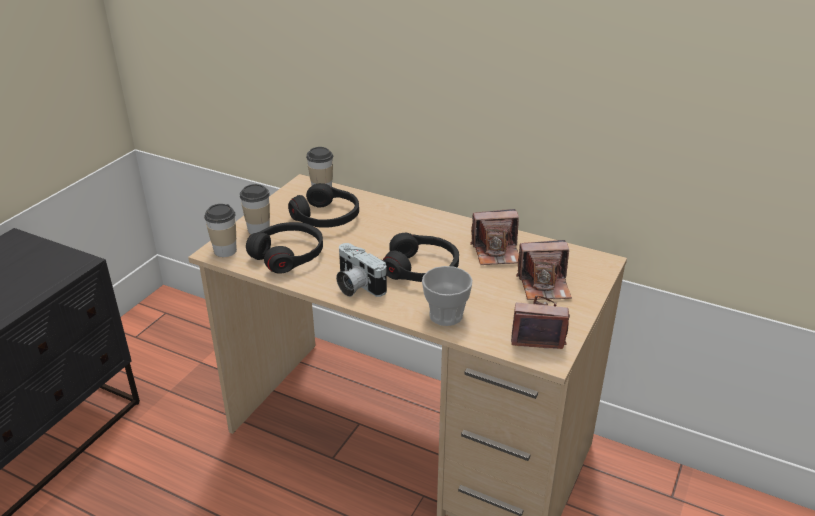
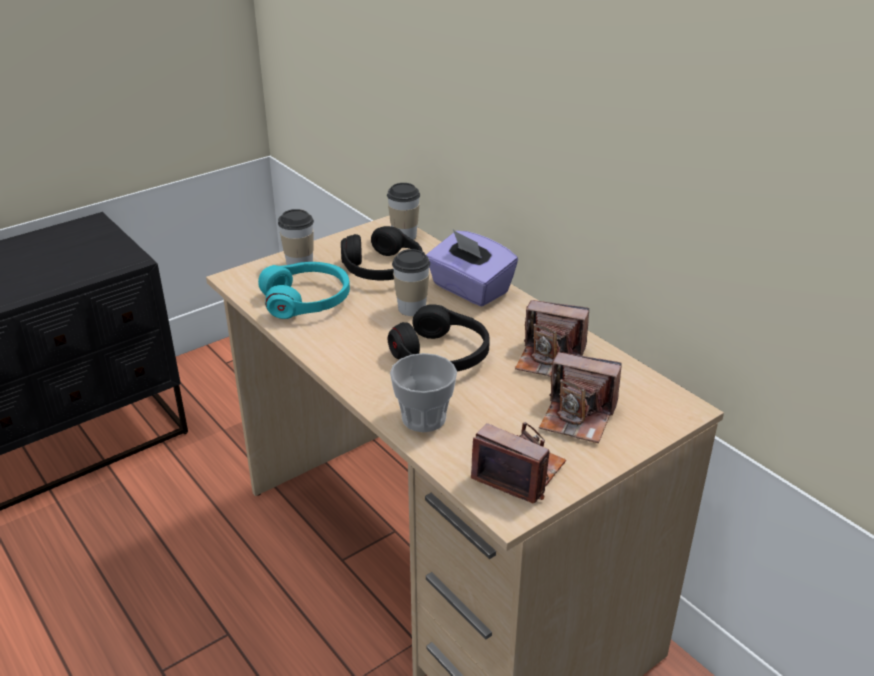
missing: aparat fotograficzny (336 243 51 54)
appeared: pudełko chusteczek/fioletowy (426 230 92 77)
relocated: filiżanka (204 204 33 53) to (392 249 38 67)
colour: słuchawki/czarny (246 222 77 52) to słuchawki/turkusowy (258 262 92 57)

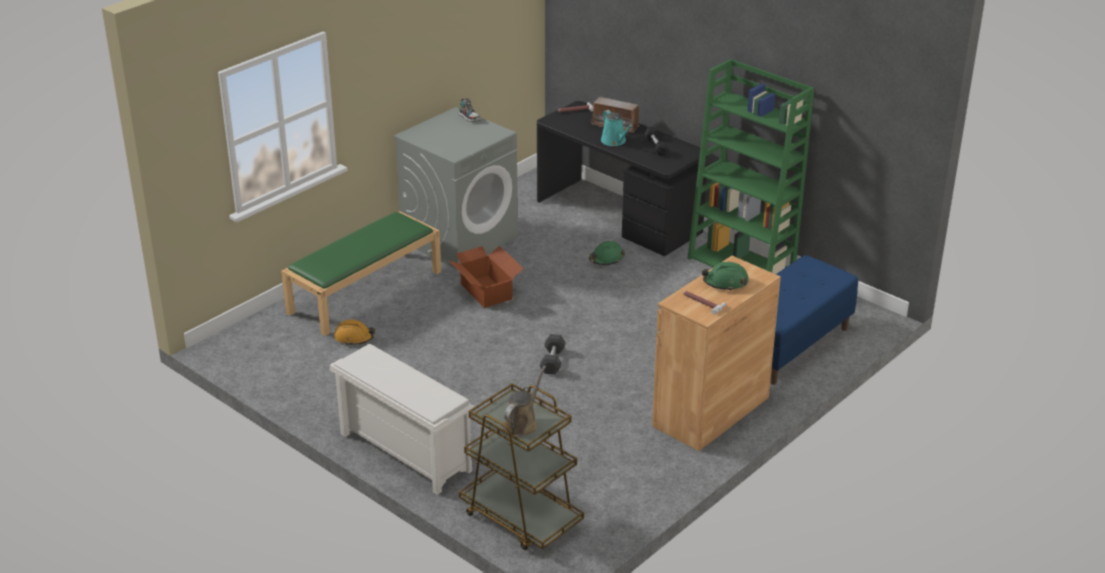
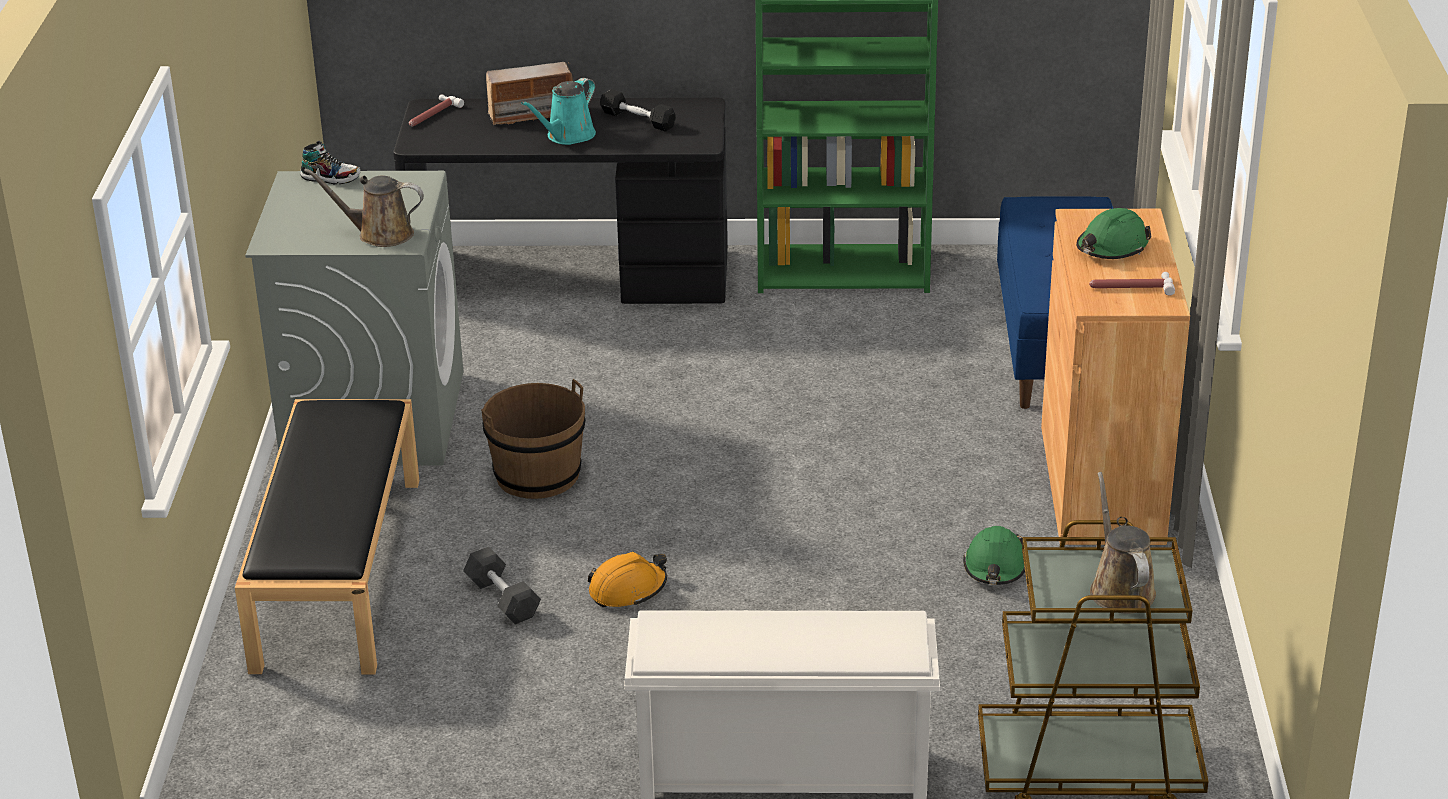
appeared: konewka/brązowy (304 168 120 79)
relocated: kask/pomarańczowy (334 319 41 27) to (588 552 79 55); hantel/szary (540 334 26 40) to (463 546 78 78); kask/zielony (589 241 36 24) to (963 526 62 59)
exchanged: karton (448 246 76 62) to wiadro/brązowy (481 379 104 120)
colour: ławka/zielony (281 211 160 125) to ławka/czarny (235 399 184 275)
spun: konewka/turkusowy (601 110 32 36) = (521 78 75 67) 105 degrees clockwise

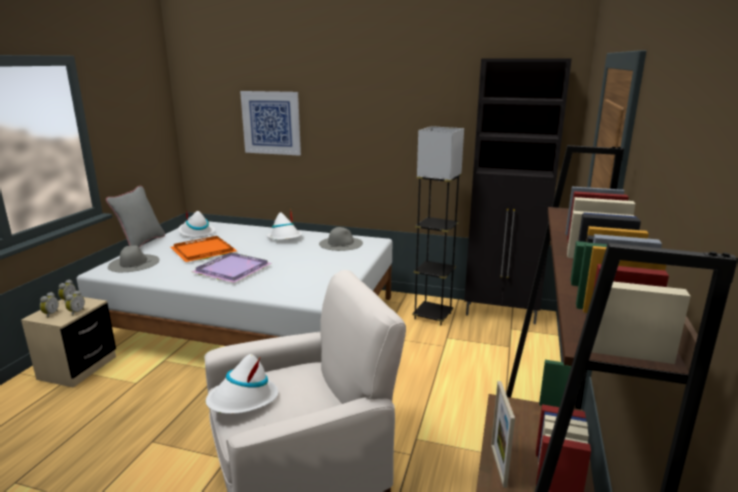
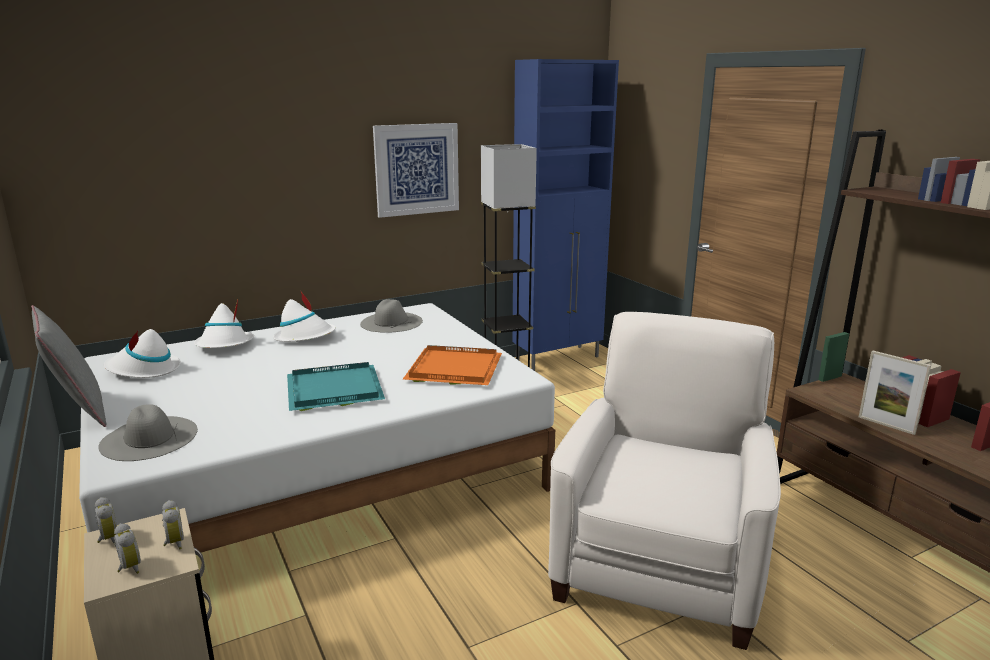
relocated: taca/pomarańczowy (171 236 66 26) to (403 345 99 40); kapelusz/biały (206 354 72 60) to (194 300 60 48); obraz (240 91 61 65) to (373 123 86 95)
colour: taca/fioletowy (191 252 81 31) to taca/turkusowy (287 362 98 49); szafka/czarny (464 59 108 265) to szafka/niebieski (512 59 107 312)

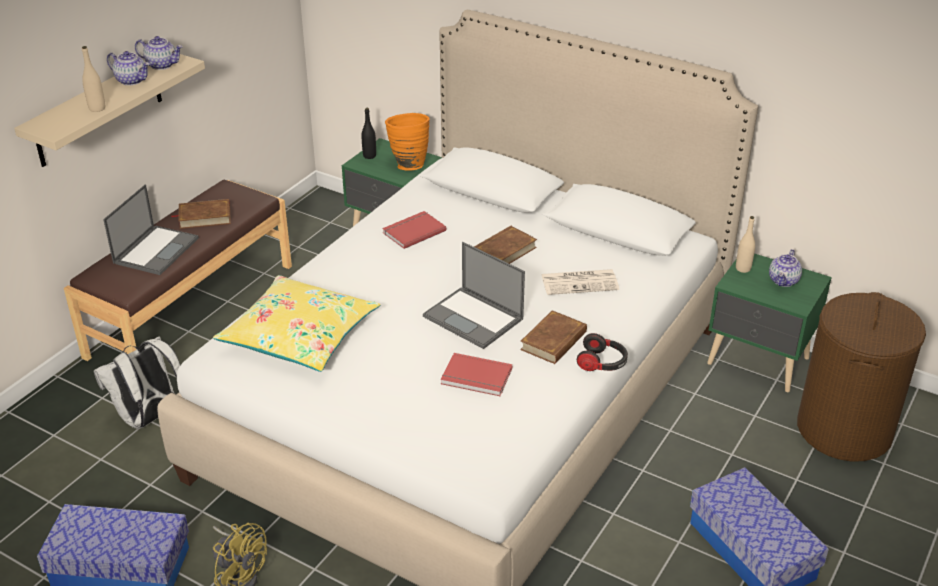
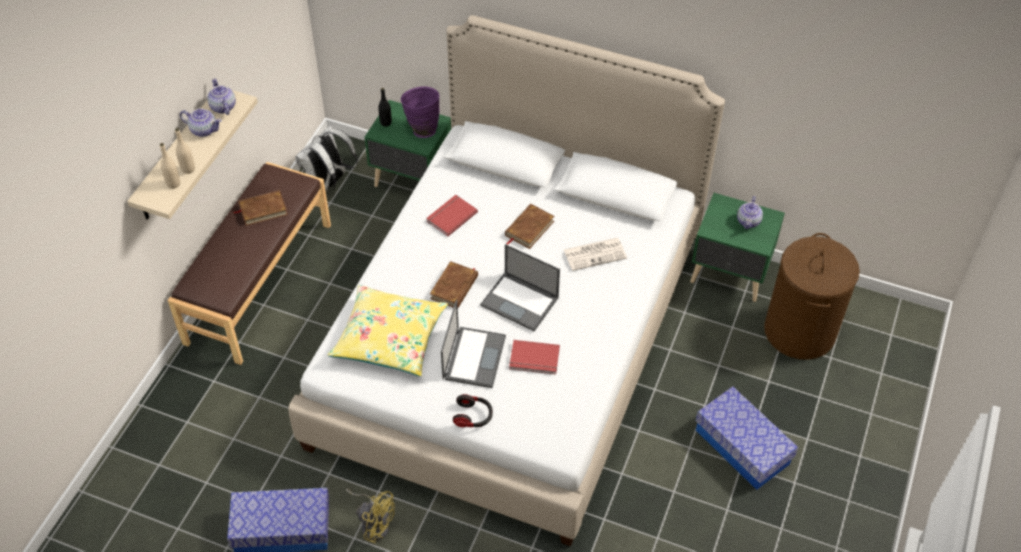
relocated: plecak/biały (94 336 86 93) to (295 125 63 66); laptop (103 185 96 90) to (441 300 65 88); książka/brązowy (520 310 67 54) to (430 261 48 47); słuchawki (577 333 51 38) to (453 394 40 33); butelka/beżowy (736 216 19 57) to (160 143 20 46)
colour: wazon/pomarańczowy (385 113 45 58) to wazon/fioletowy (401 86 38 52)
spun: imbryk (135 36 48 34) = (208 78 28 37) 120 degrees counterclockwise

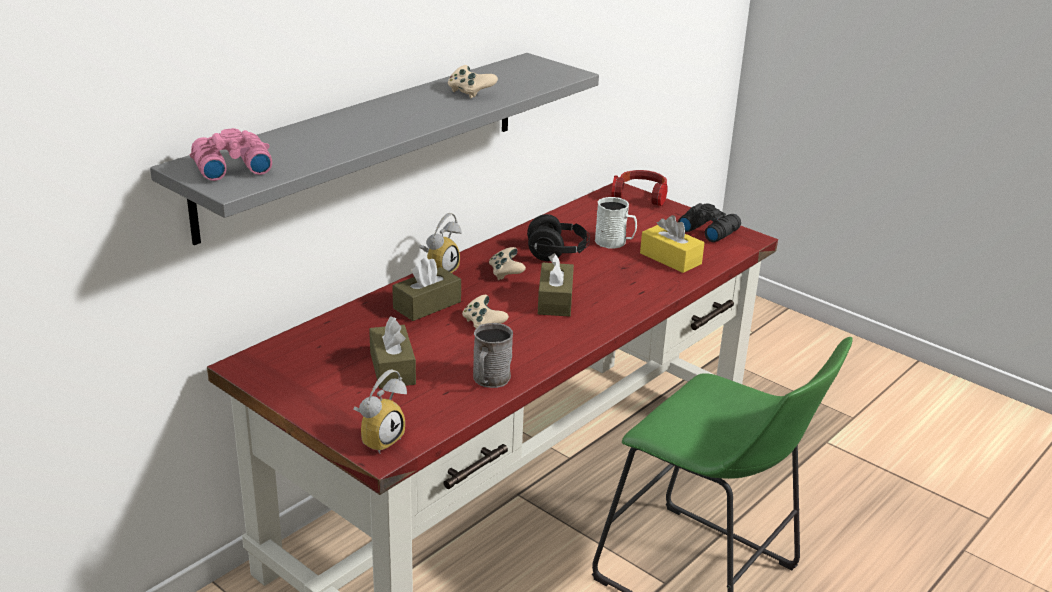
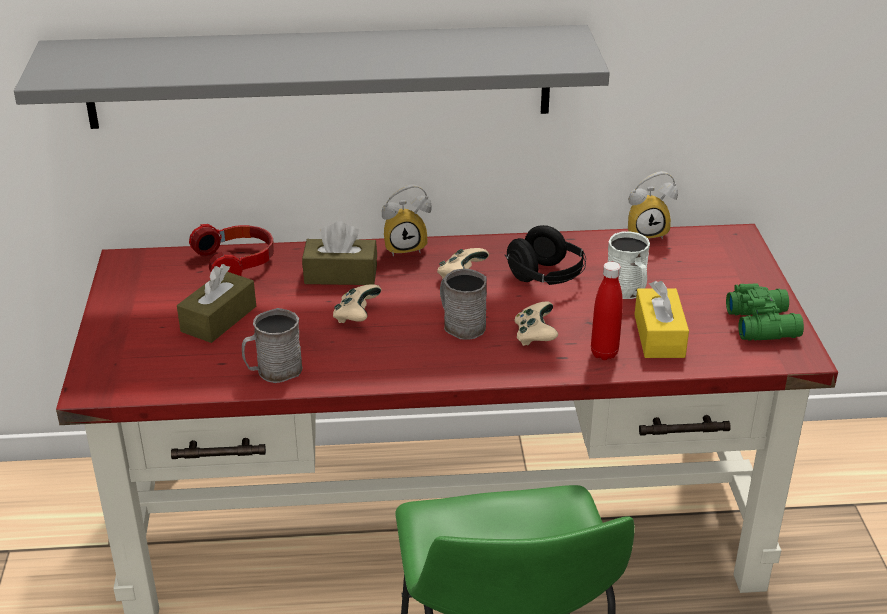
missing: lornetka/różowy (190 128 82 53)
appeared: butelka/czerwony (591 262 32 98)
relocated: budzik (354 369 53 85) to (628 171 50 69); pad do gier/beżowy (448 65 50 33) to (514 302 44 44); słuchawki (612 170 56 36) to (189 224 85 52)
exchanged: pudełko chusteczek/brązowy (538 253 36 64) to kubek/szary (440 269 47 70)
colour: lornetka/czarny (678 203 63 39) to lornetka/zielony (726 283 78 58)

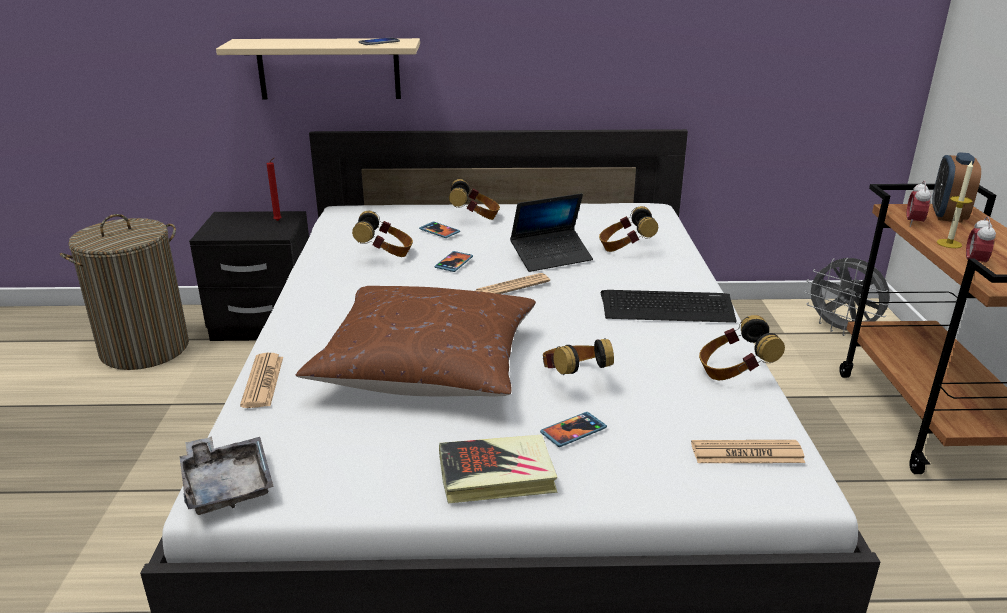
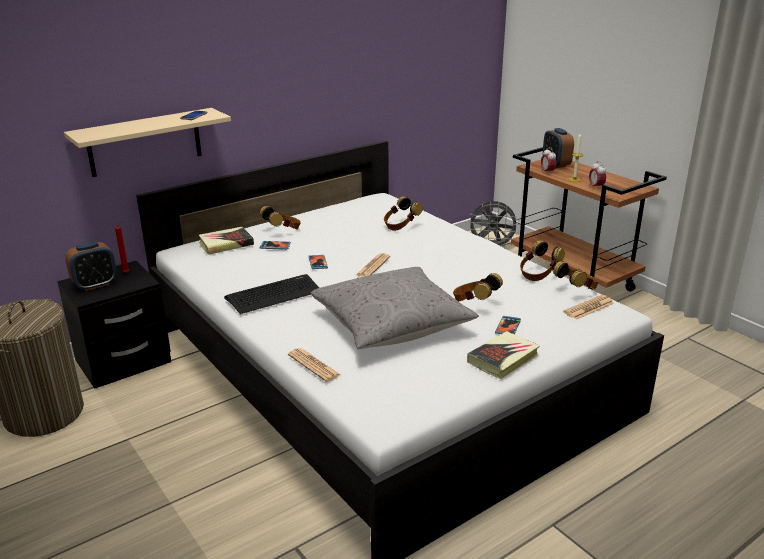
missing: taca/szary (179 436 95 79); laptop (510 193 83 79)
appeared: budzik (65 241 52 50); książka (199 227 55 28)
relocated: słuchawki (352 211 61 46) to (553 261 46 28); klawiatura (601 290 136 33) to (224 274 95 40)
colour: poduszka/brązowy (296 286 240 110) to poduszka/szary (311 267 168 82)

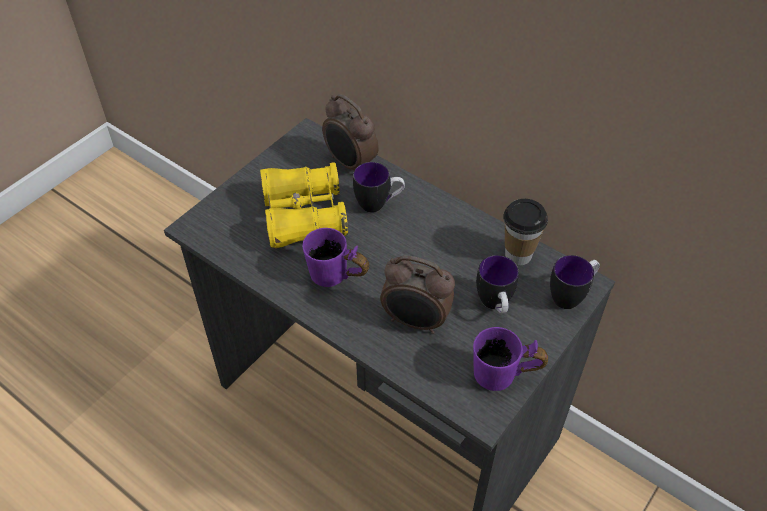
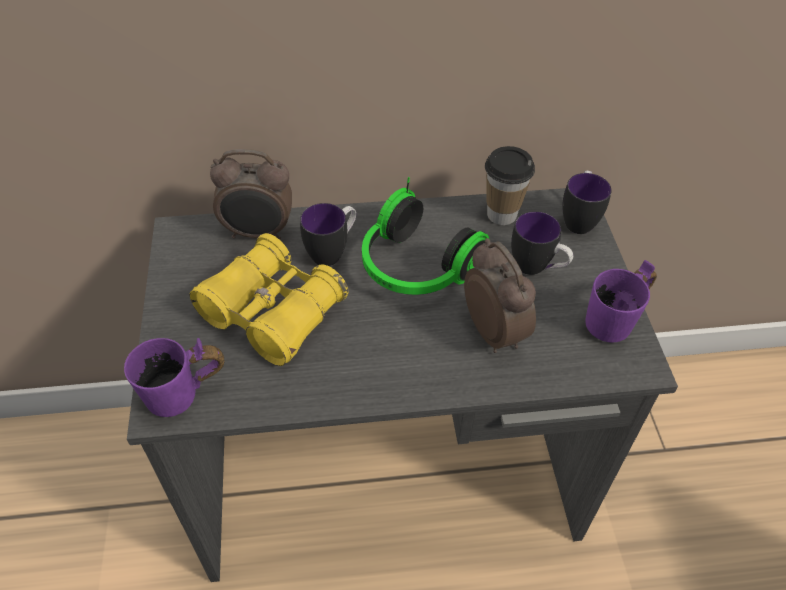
appeared: słuchawki (362 177 127 118)
relocated: kubek/fioletowy (302 228 67 59) to (124 338 101 79)
spun: budzik (380 255 75 79) = (464 238 72 115) 90 degrees counterclockwise

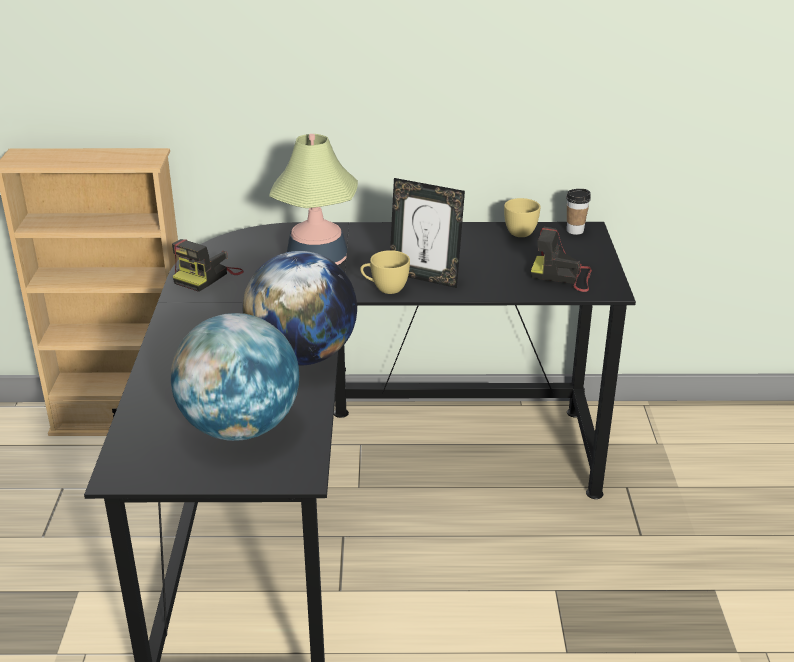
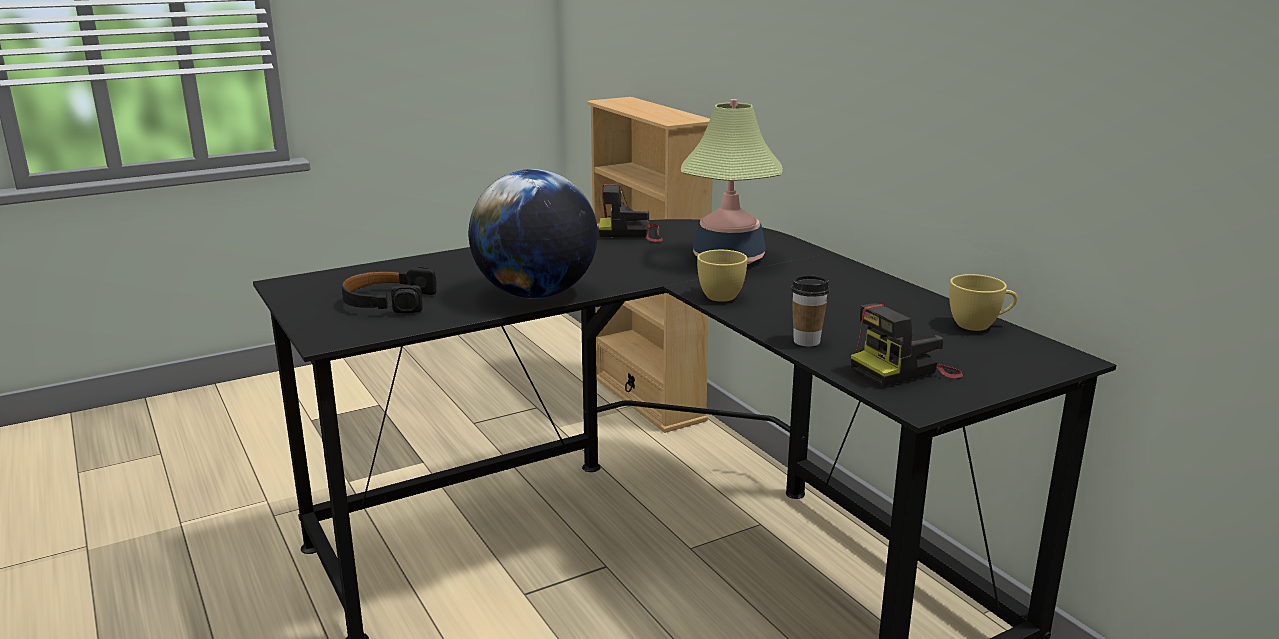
missing: ramka na zdjęcie (390 178 75 110)
relocated: filiżanka (566 189 25 46) to (791 275 38 72)
exchanged: globus (170 313 129 128) to słuchawki/czarny (342 267 95 46)
spun: aparat fotograficzny (531 227 61 65) = (851 303 112 83) 105 degrees counterclockwise

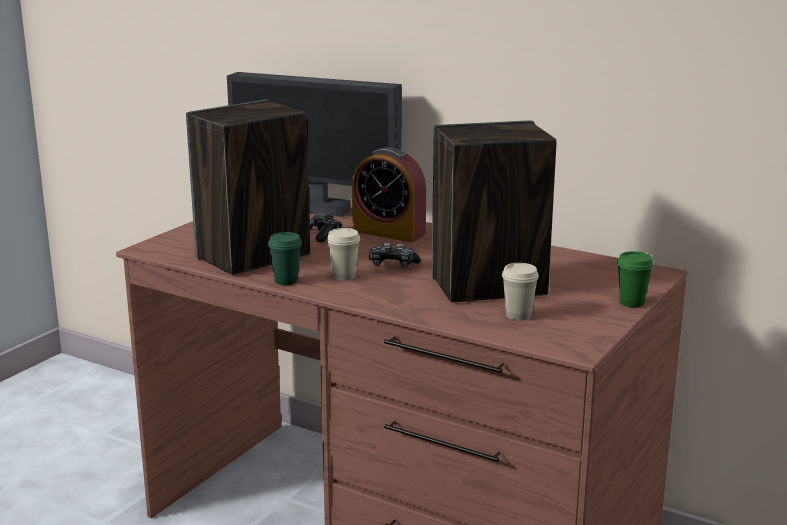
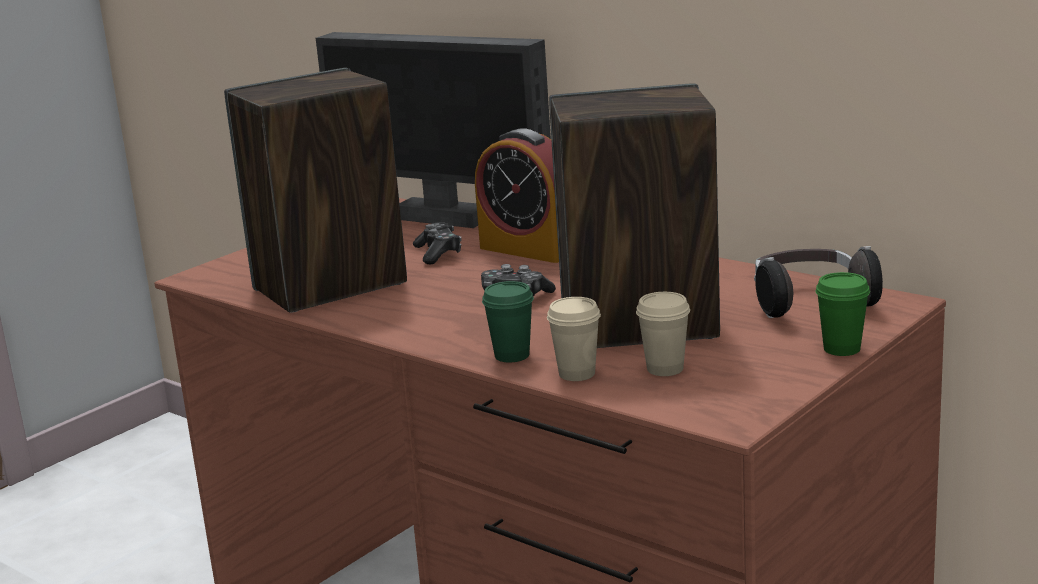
appeared: słuchawki (754 246 129 72)
relocated: filiżanka/zielony (268 232 34 53) to (482 281 52 81); filiżanka/beżowy (327 228 33 53) to (547 297 54 84)

